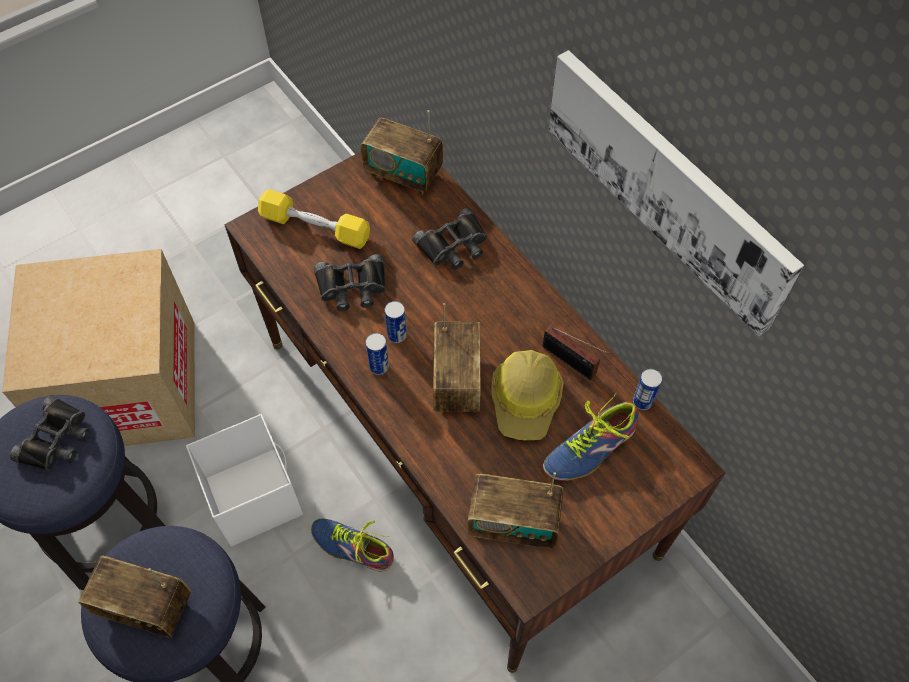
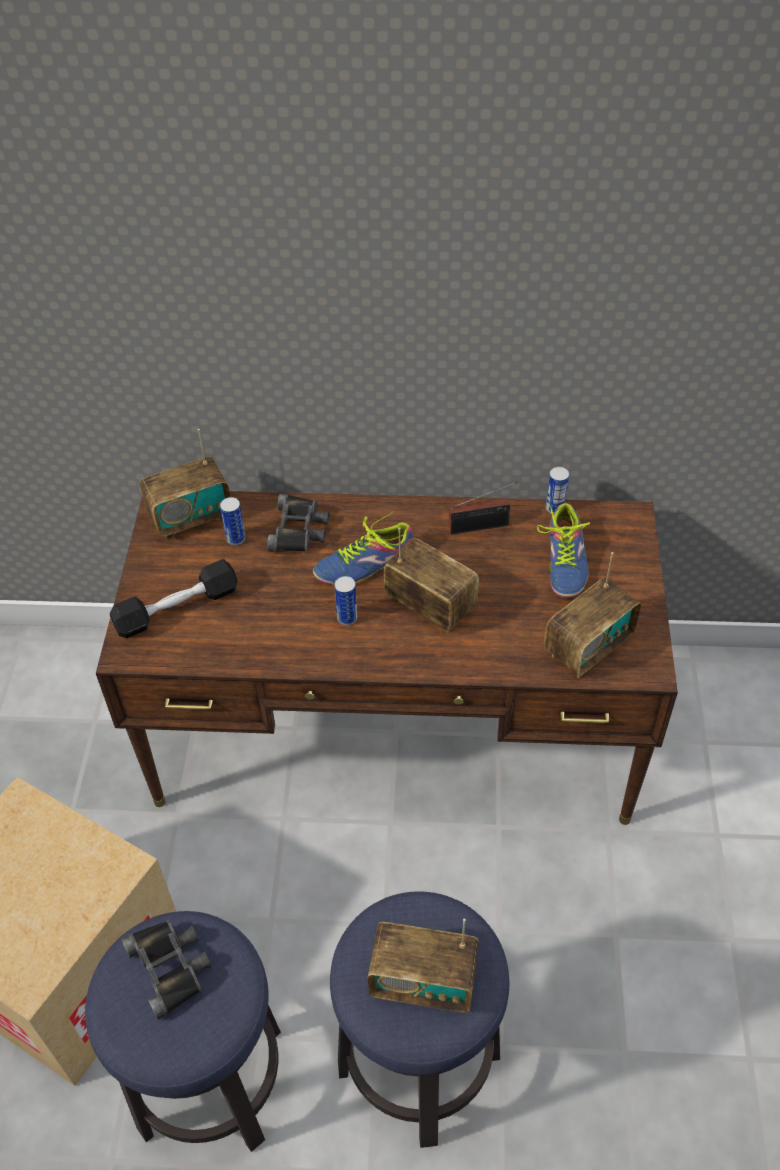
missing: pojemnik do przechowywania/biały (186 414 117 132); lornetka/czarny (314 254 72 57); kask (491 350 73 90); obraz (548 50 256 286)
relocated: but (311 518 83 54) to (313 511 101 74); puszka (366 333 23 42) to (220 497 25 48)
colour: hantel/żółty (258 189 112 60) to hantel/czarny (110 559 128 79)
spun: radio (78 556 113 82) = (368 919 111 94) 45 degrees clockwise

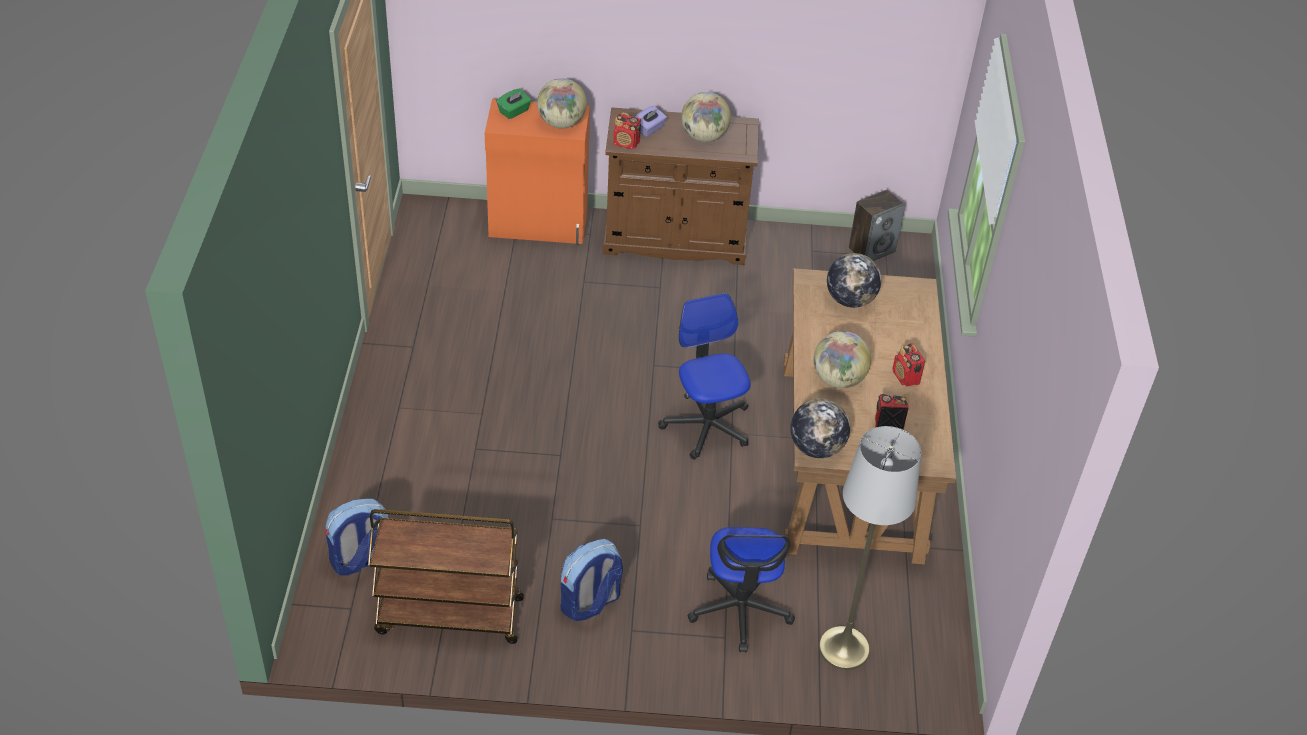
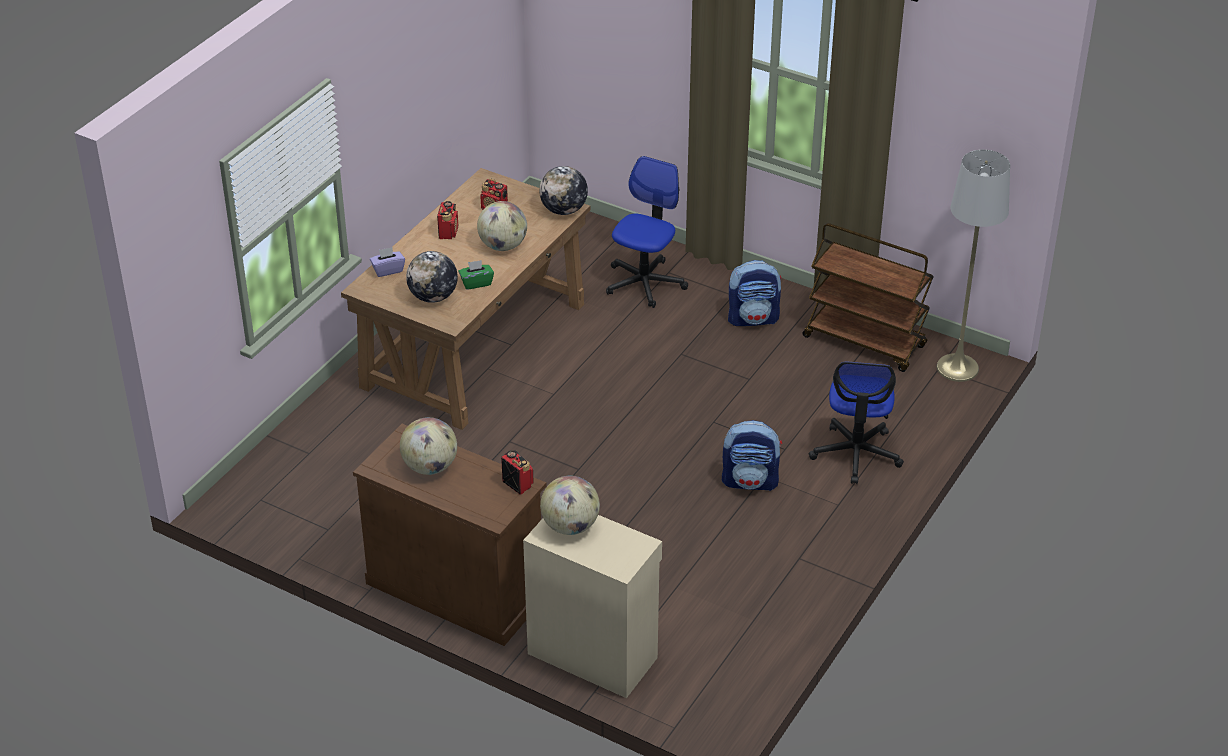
missing: głośnik (849 190 56 71)
relocated: plecak (325 499 63 77) to (722 420 60 71); pudełko chusteczek/zielony (496 89 35 30) to (458 260 36 30); pudełko chusteczek/fioletowy (635 106 32 31) to (370 247 35 30); krzesło biurowe (658 293 93 166) to (809 362 95 122); lampa stojąca/szary (819 426 102 244) to (937 150 73 232)
colour: szafka/pomarańczowy (485 99 105 146) to szafka/beżowy (523 515 139 183)

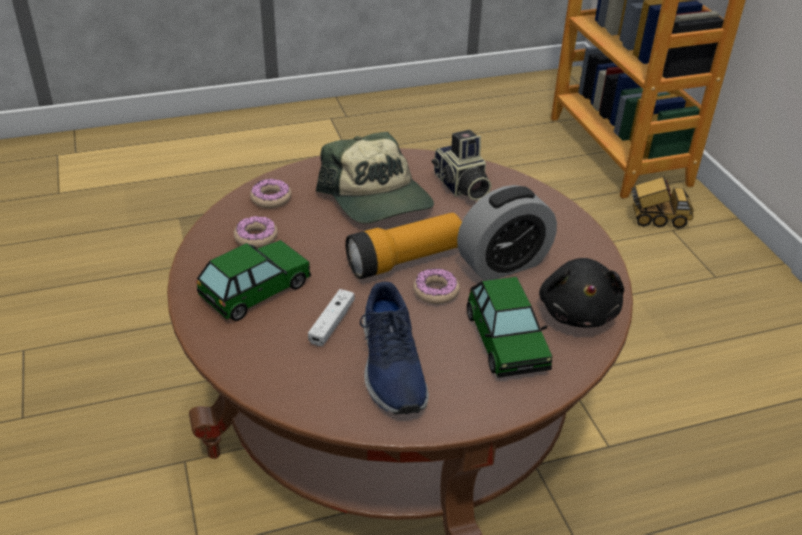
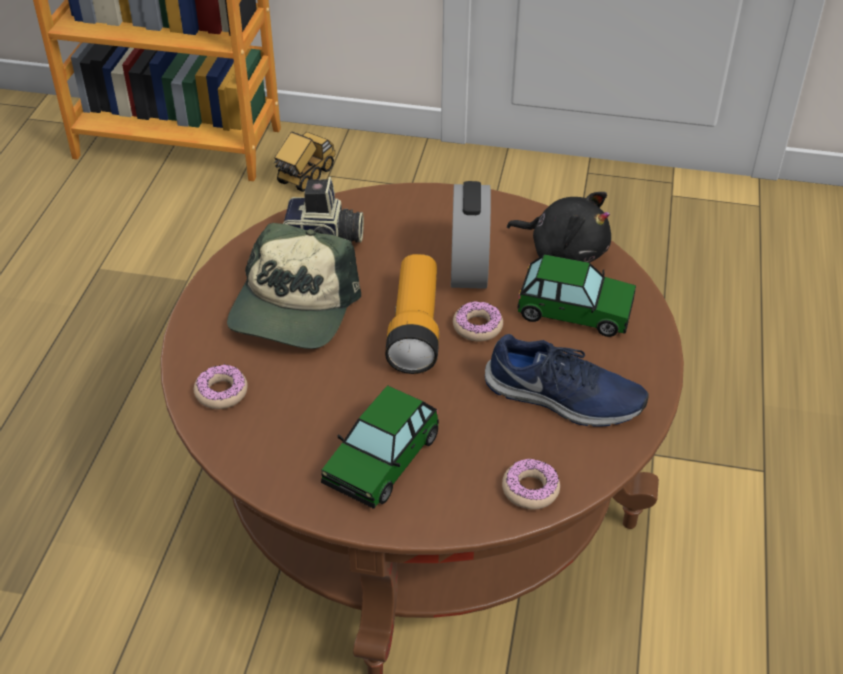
missing: pad do gier/biały (308 289 47 57)
relocated: donut (234 216 44 32) to (502 458 58 52)
spun: samochodzik (196 240 115 81) = (321 385 118 124) 135 degrees counterclockwise; czapka z daszkiem (316 132 118 92) = (227 223 134 126) 105 degrees clockwise

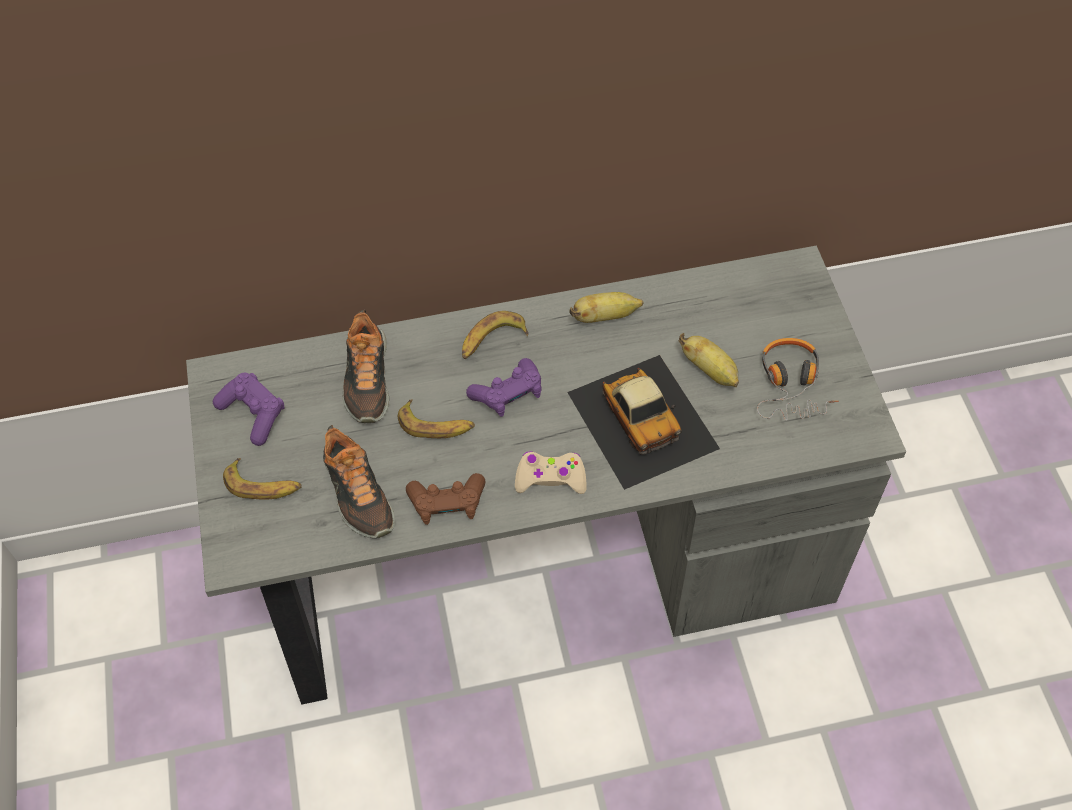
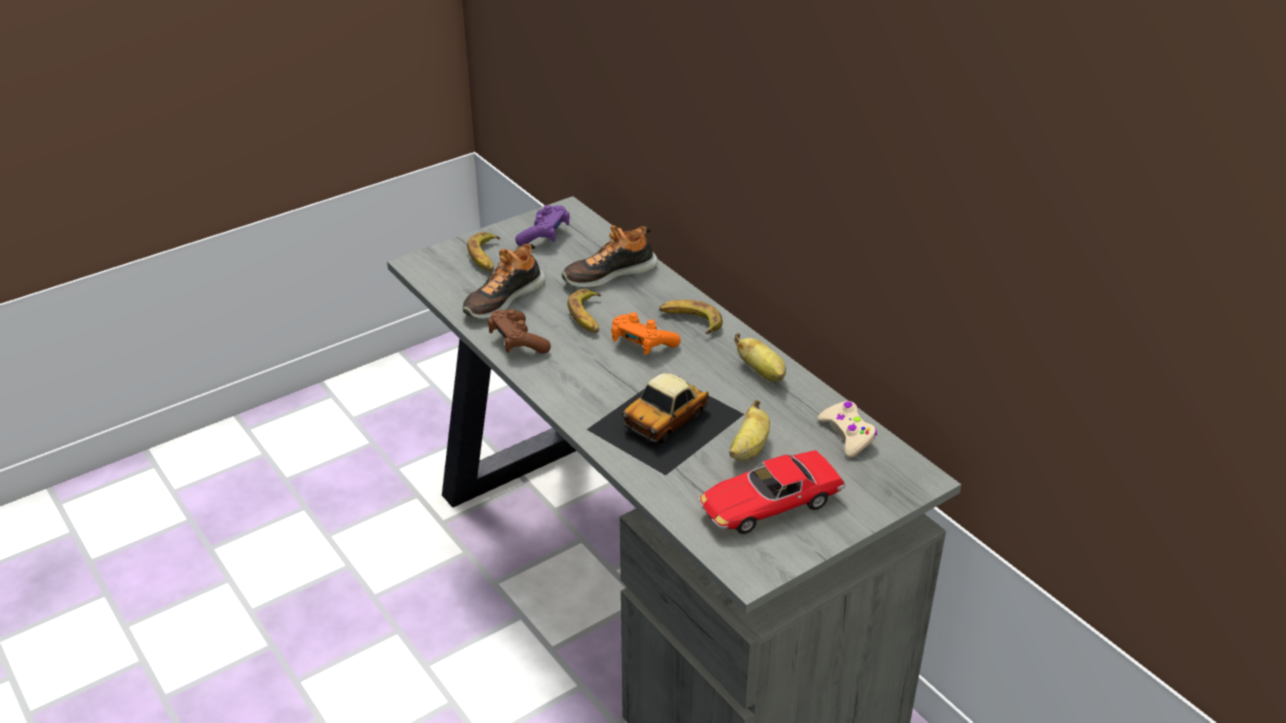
relocated: pad do gier/beżowy (515 451 72 43) to (818 401 59 56)
exchanged: słuchawki (757 338 82 83) to samochodzik (698 450 147 84)
colour: pad do gier/fioletowy (466 358 76 59) to pad do gier/pomarańczowy (611 312 70 43)

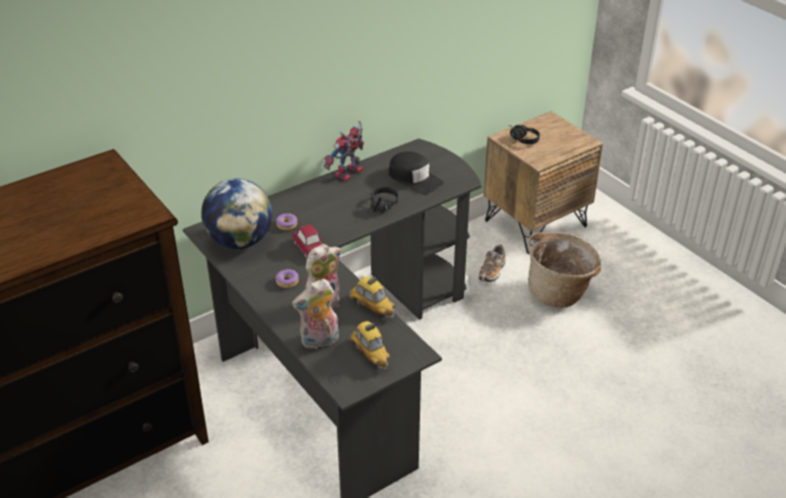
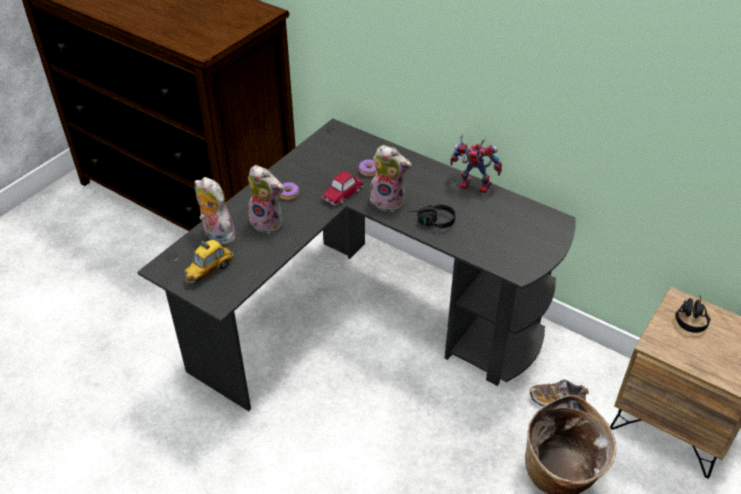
missing: globus (201 178 71 71); samochodzik (349 277 47 41); czapka z daszkiem/czarny (389 151 55 44)
appeared: pluszak (368 145 44 67)

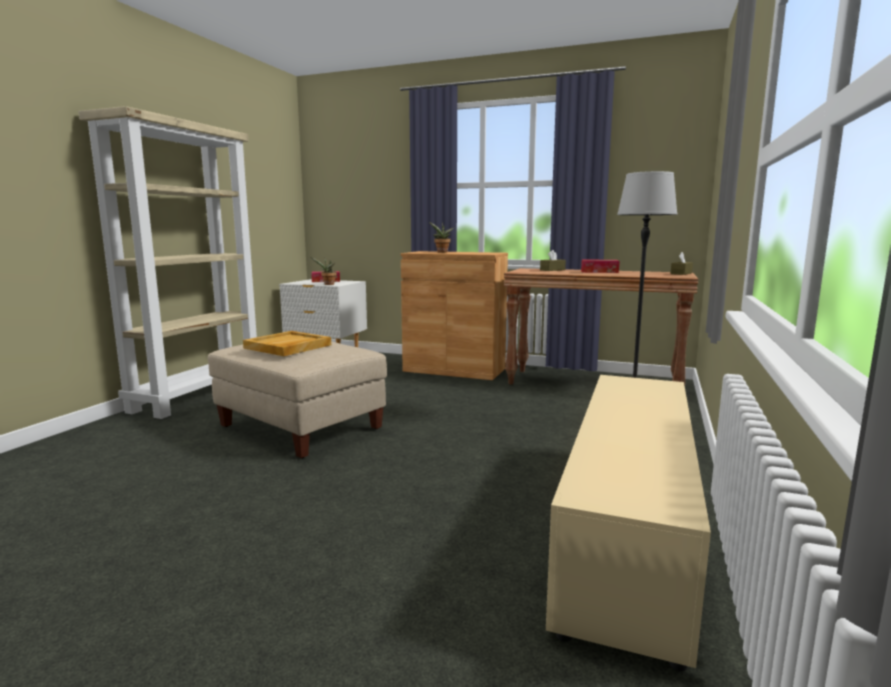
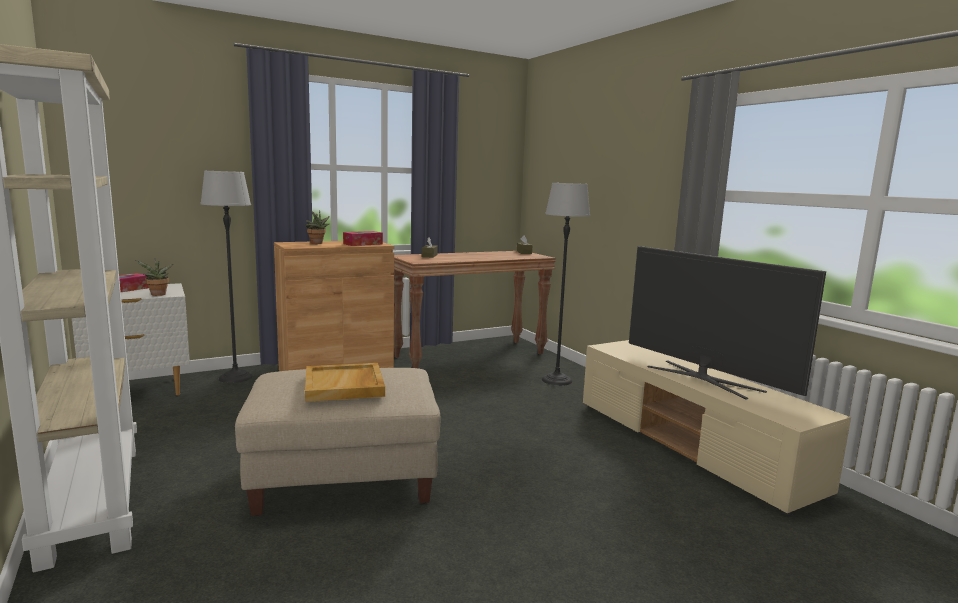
appeared: lampa stojąca (201 171 52 212); telewizor (629 246 197 154)
relocated: pudełko chusteczek (581 259 39 14) to (343 231 40 15)

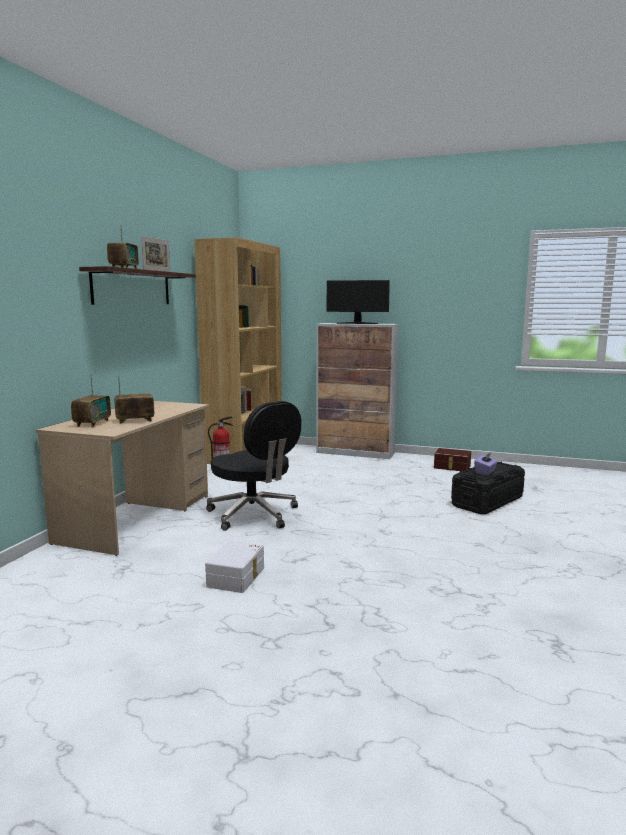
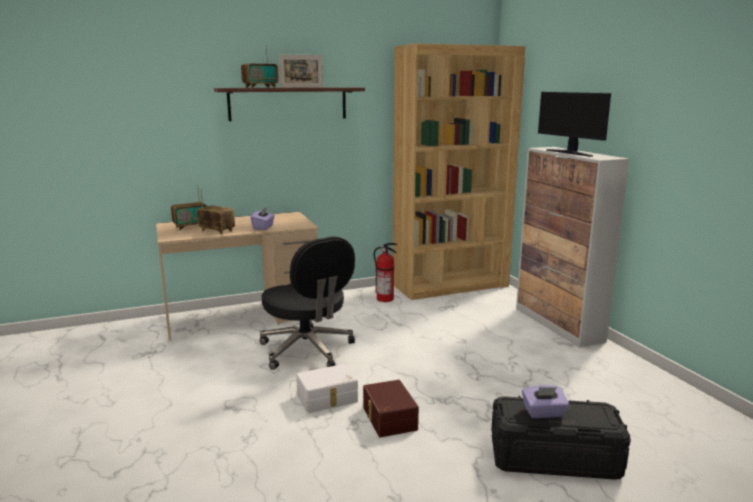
appeared: pudełko chusteczek/fioletowy (251 207 24 23)
relocated: pojemnik do przechowywania/biały (205 541 59 52) to (296 364 62 49); pojemnik do przechowywania/brązowy (434 448 37 23) to (363 380 56 57)
spun: krzesło biurowe/czarny (206 401 95 130) = (259 236 96 134) 45 degrees counterclockwise

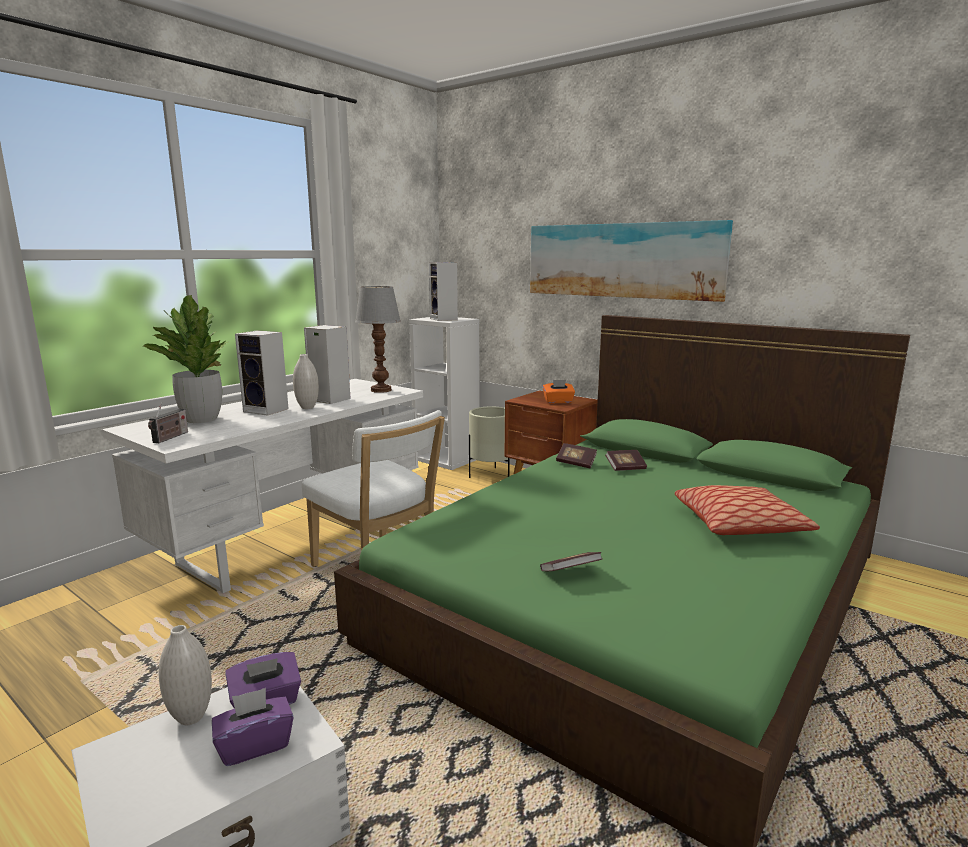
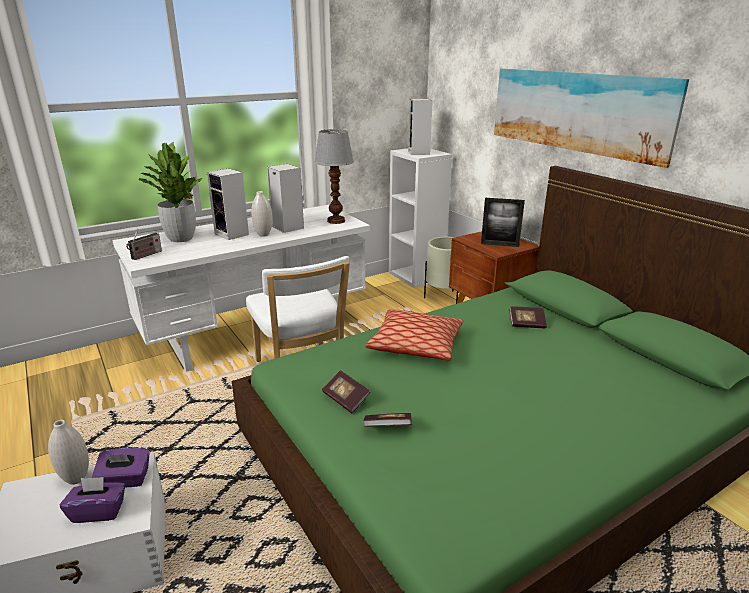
relocated: książka (556 443 41 25) to (322 370 48 43); poduszka (675 485 145 50) to (365 310 99 50)
exchanged: pudełko chusteczek/pomarańczowy (543 380 32 23) to ramka na zdjęcie (481 198 44 49)

